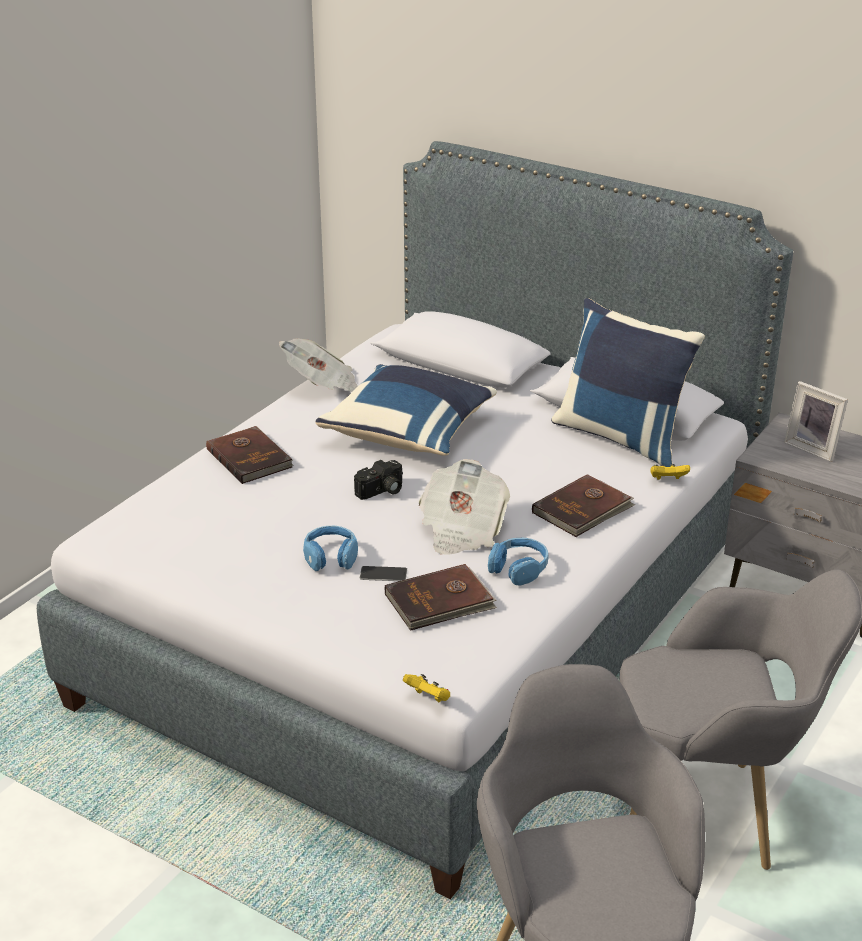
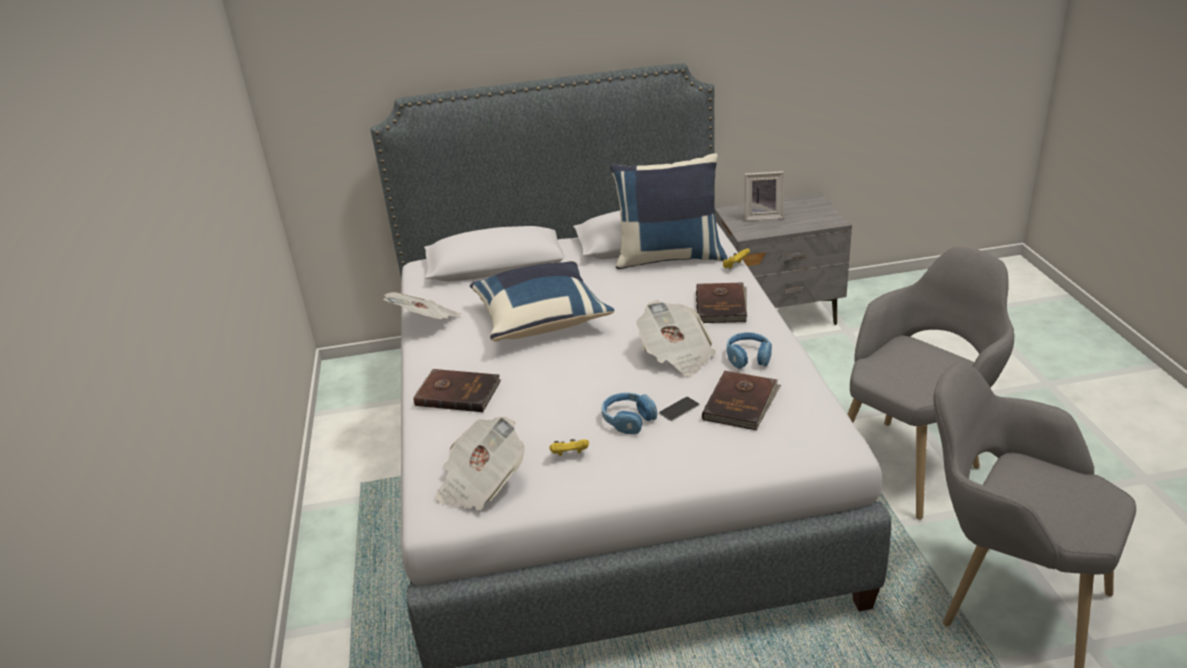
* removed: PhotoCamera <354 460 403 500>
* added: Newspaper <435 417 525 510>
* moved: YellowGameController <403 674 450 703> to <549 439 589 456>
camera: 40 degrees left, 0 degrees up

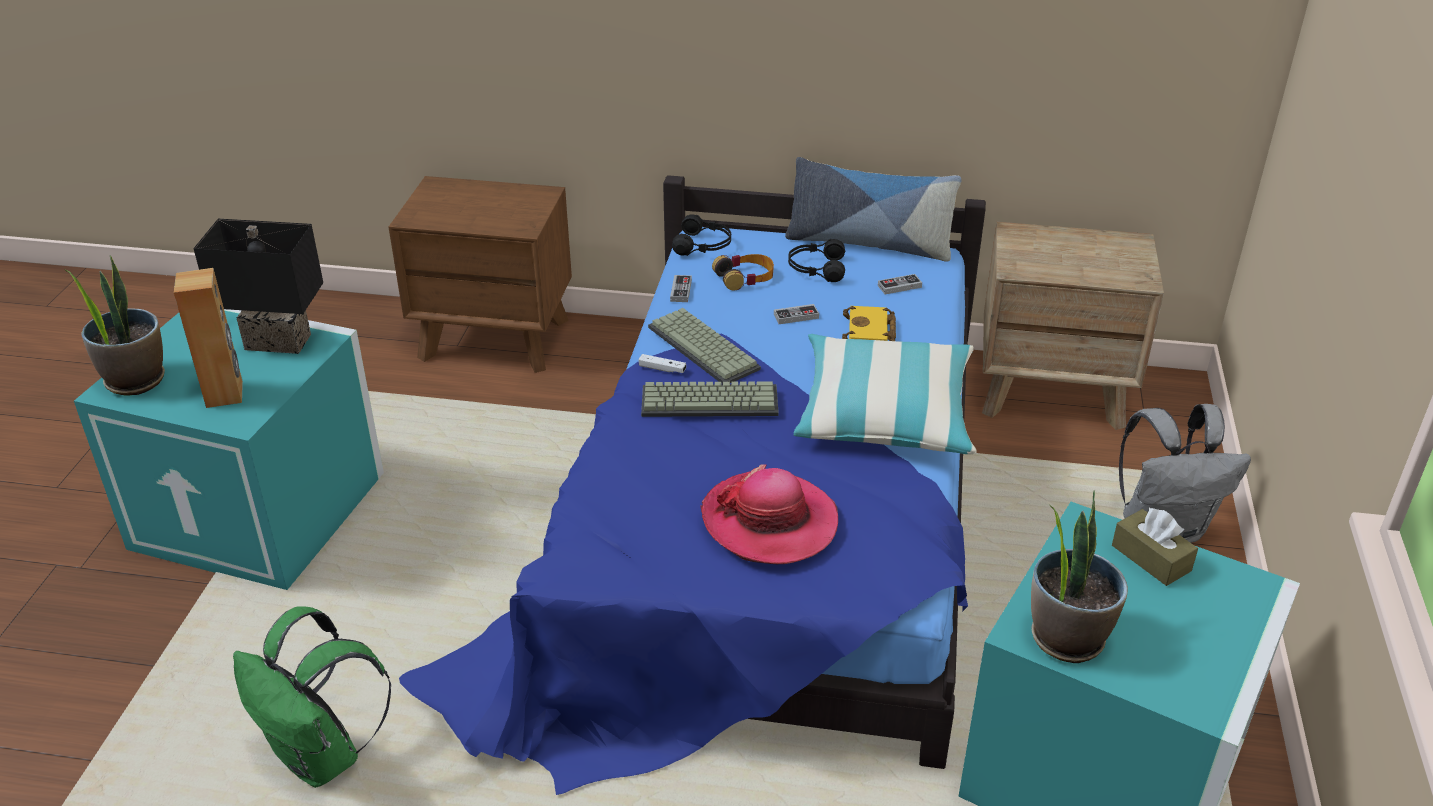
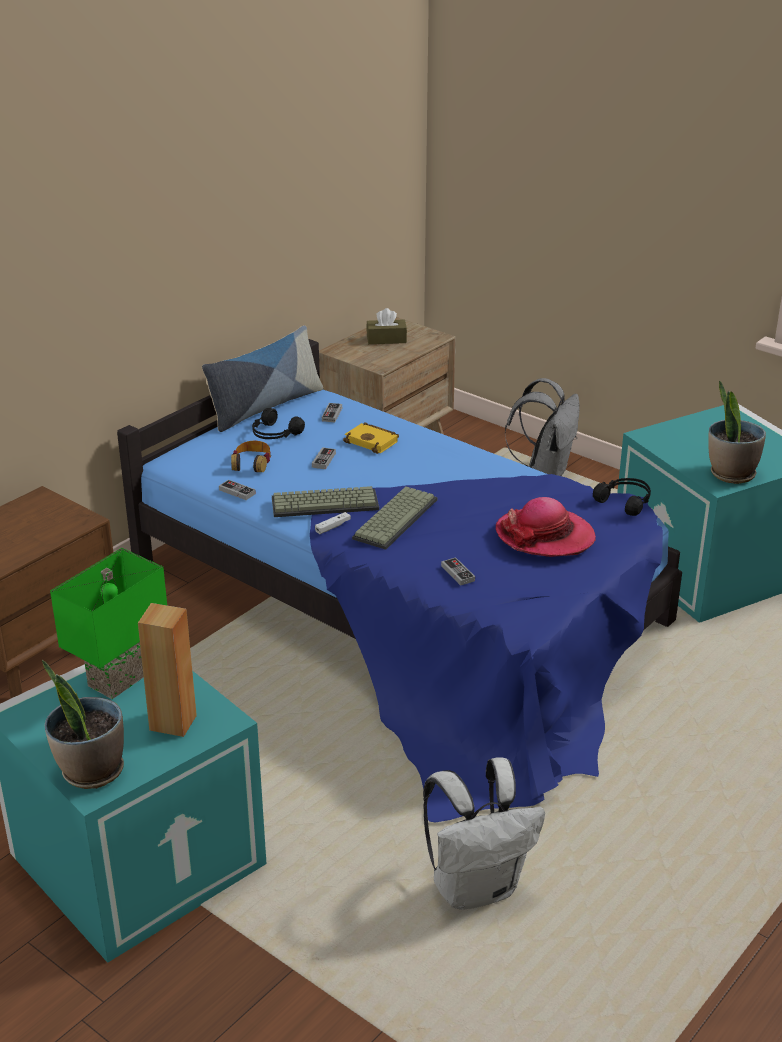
* removed: Pillow <793 334 977 454>
* added: GameController <441 557 475 586>
* moved: BlackHeadphones <672 214 731 256> to <593 478 651 516>
* moved: BrownTissueBox <1112 508 1198 586> to <366 308 407 344>
* recoloured: BlackTableLamp <193 219 323 354> to GreenTableLamp <50 548 167 699>
* recoloured: GreenBackpack <233 606 392 788> to WhiteBackpack <423 757 545 910>
camera: 60 degrees left, 5 degrees down

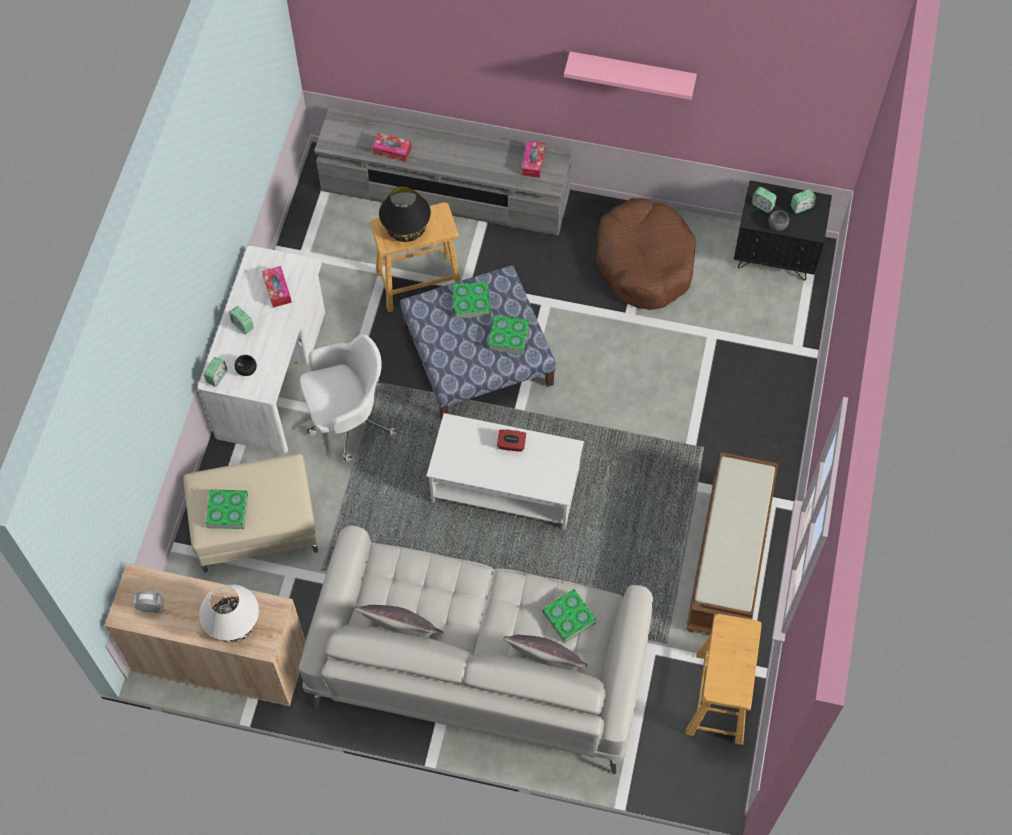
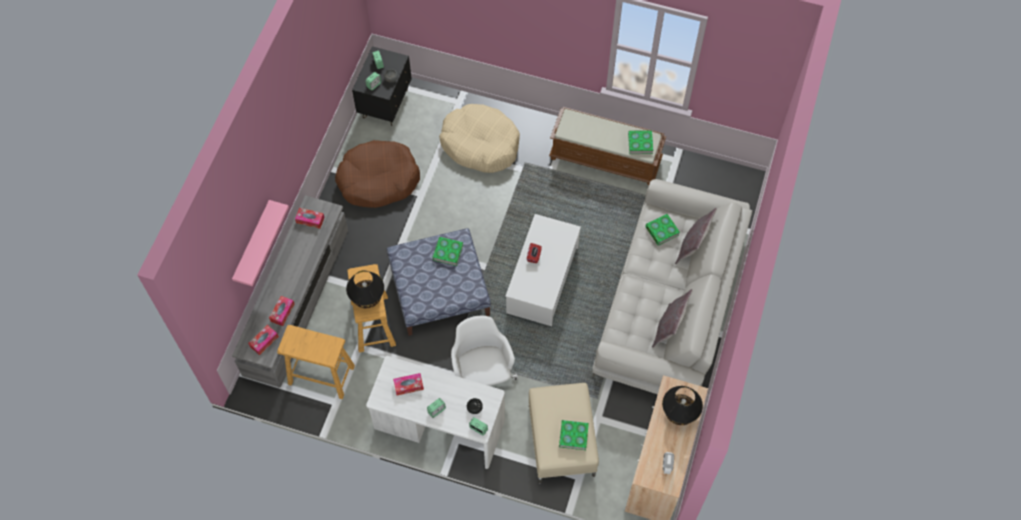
* added: TissueBox <248 325 279 355>
* added: BeigeDogBed <439 104 520 173>
* moved: Book <453 282 491 319> to <628 130 654 154>
* moved: PinkShelf <564 51 697 100> to <232 200 289 286>
* moved: BeigeStool <685 614 762 745> to <277 325 355 399>
* recoloured: WhiteTableLamp <199 584 259 643> to BlackTableLamp <662 386 703 425>
camera: 85 degrees left, 0 degrees up

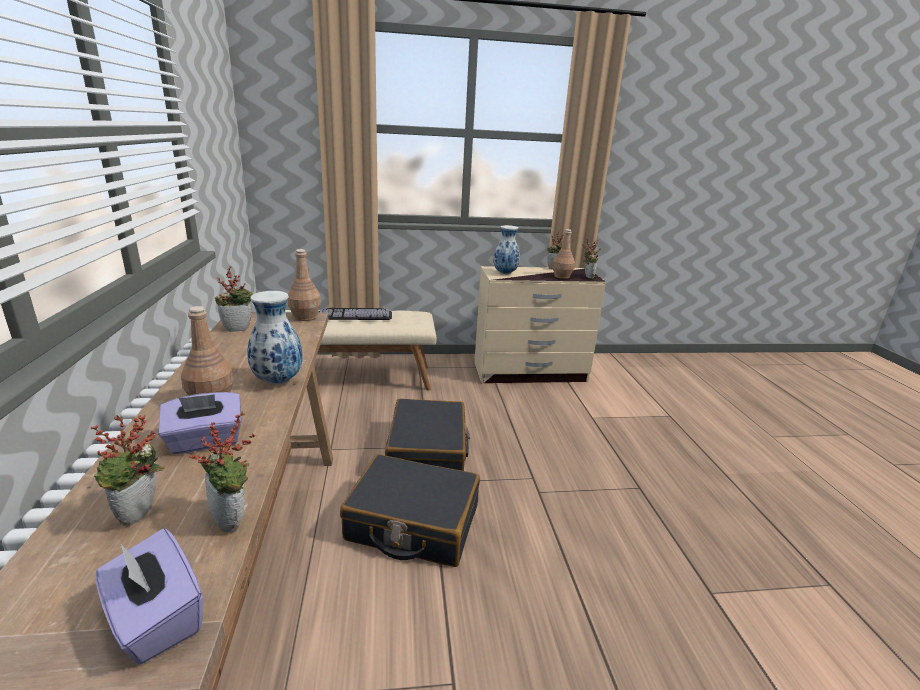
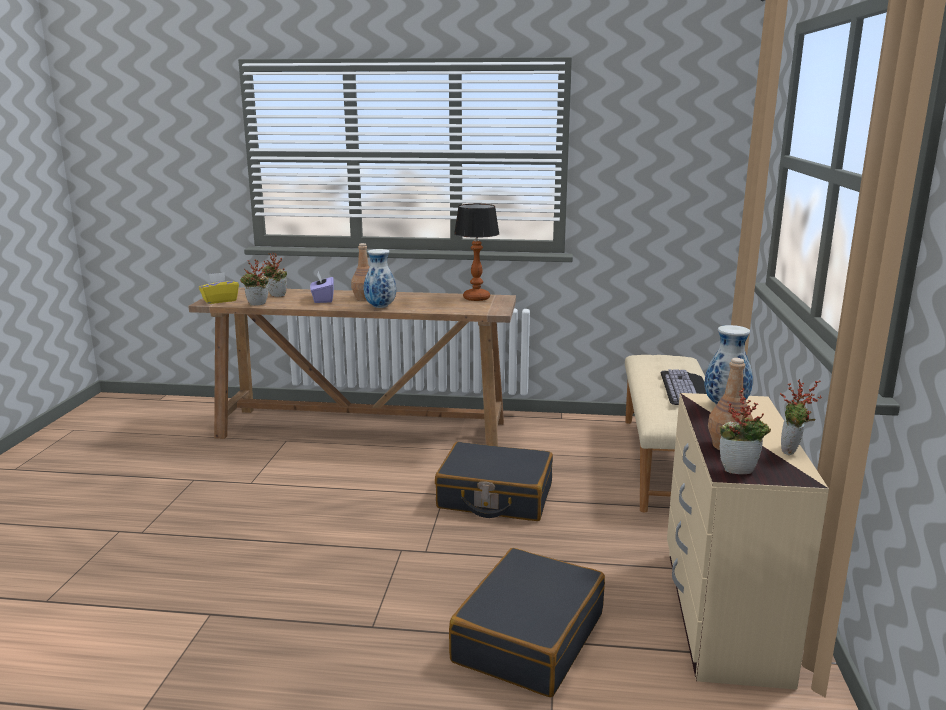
* removed: BrownBottle <287 249 321 321>
* moved: BlackSuitcase <340 454 480 567> to <449 548 605 697>
* replaced: PottedPlant <215 266 253 332> to TableLamp <454 204 499 301>
* recoloured: PurpleTissueBox <96 529 203 664> to YellowTissueBox <199 272 239 304>
camera: 105 degrees right, 5 degrees down

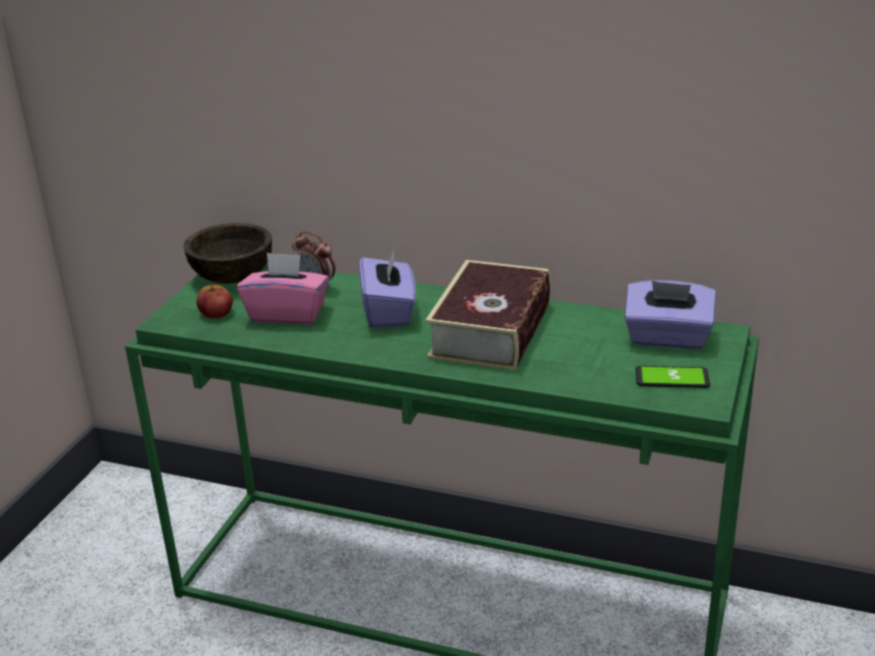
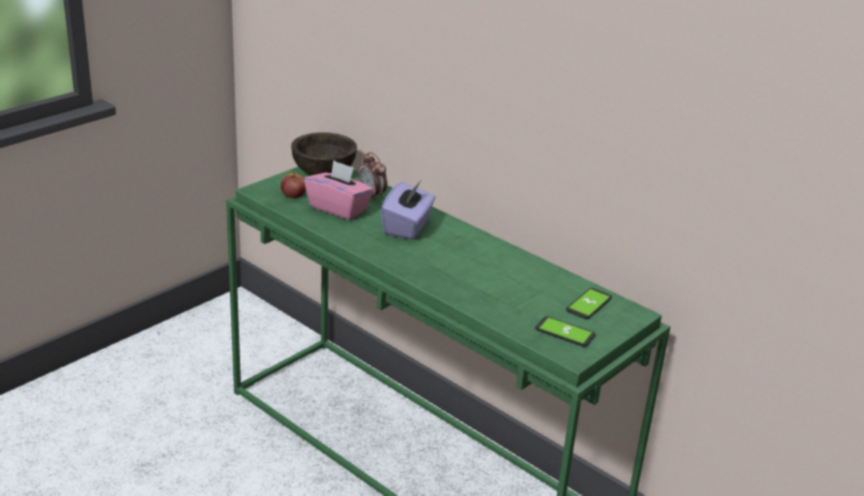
* removed: Book <425 260 551 370>
* replaced: PurpleTissueBox <624 280 716 349> to Phone <566 288 612 319>
camera: 20 degrees right, 0 degrees up

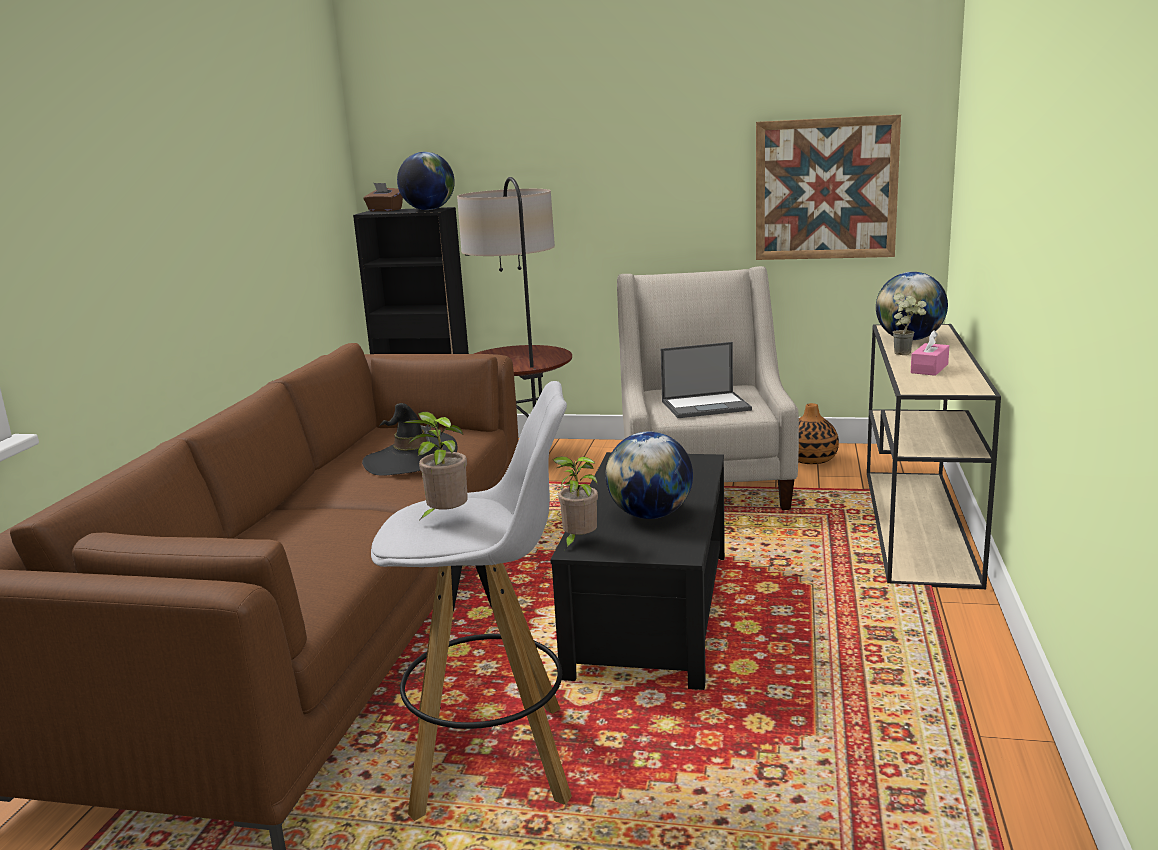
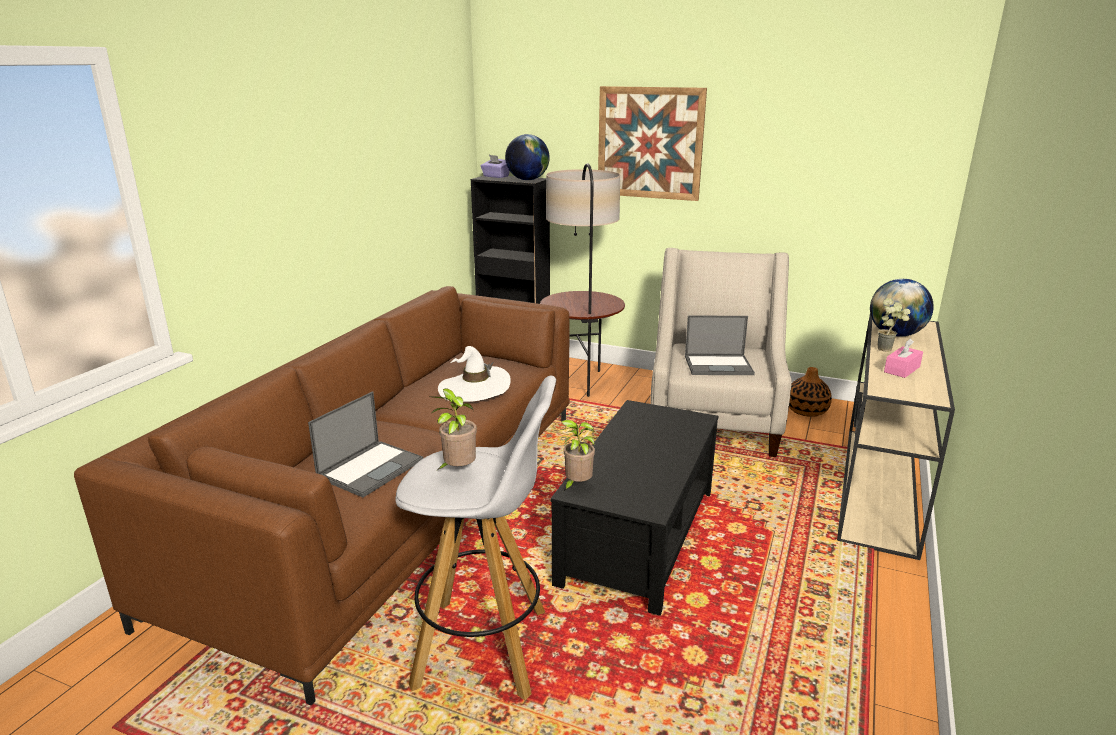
* removed: Globe <605 431 693 519>
* added: Laptop <308 391 423 497>
* moved: Picture <756 115 901 260> to <598 86 707 201>
* recoloured: BlackHat <362 403 457 476> to WhiteHat <438 346 511 402>
* recoloured: BrownTissueBox <363 183 403 211> to PurpleTissueBox <481 155 510 178>
camera: 10 degrees right, 5 degrees up

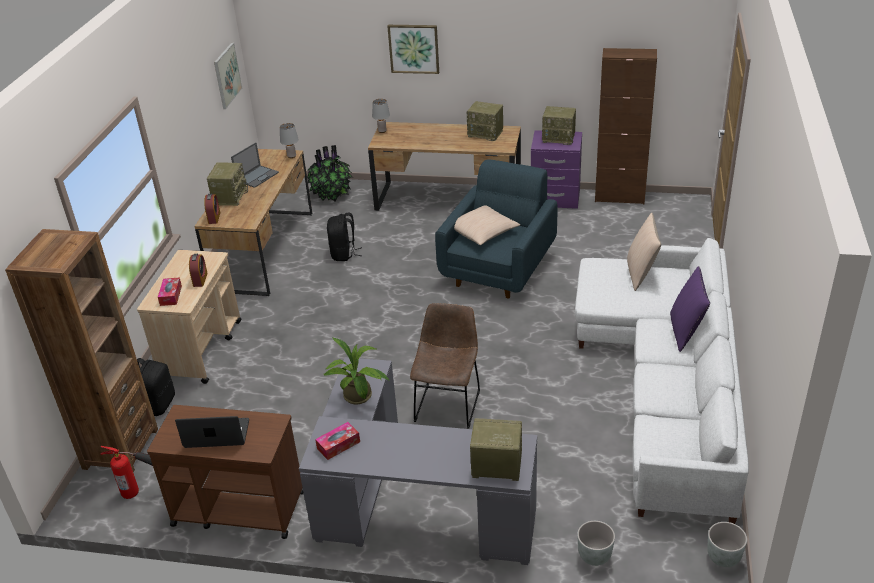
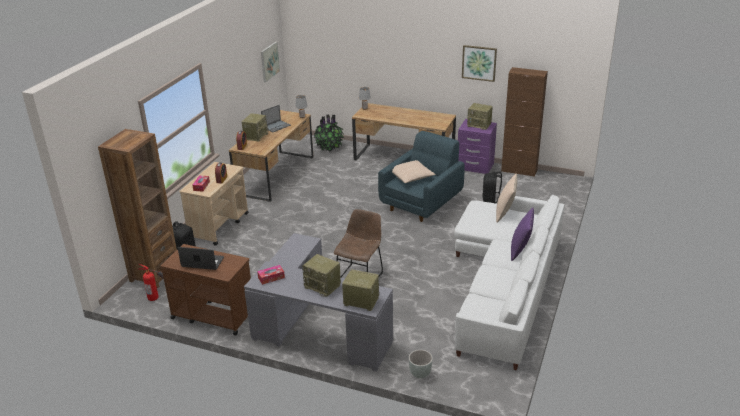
* removed: PottedPlant <324 338 389 405>
* removed: GreyPlanter <707 522 747 567>
* moved: BlackBackpack <327 213 362 261> to <483 171 502 203>
* moved: Picture <387 25 439 74> to <462 45 497 82>
* moved: Radio <467 101 503 141> to <302 254 341 297>
camera: 10 degrees right, 5 degrees down

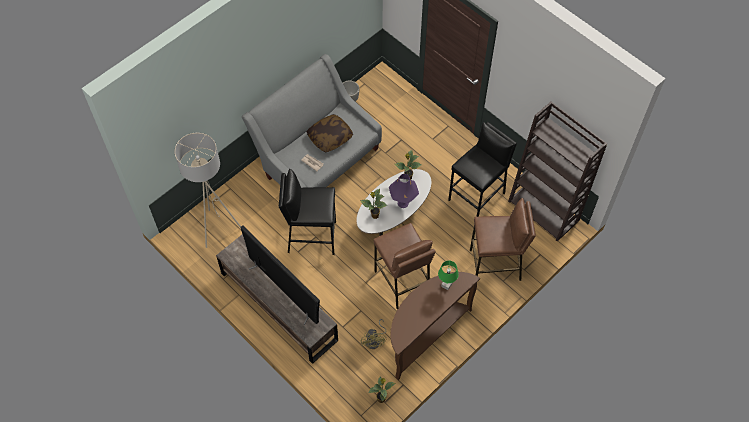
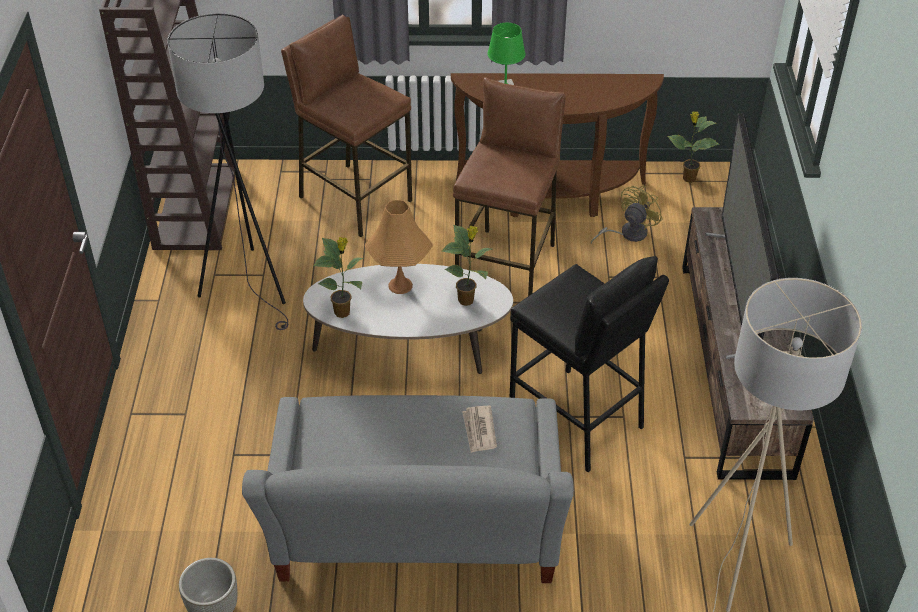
* removed: Pillow <306 114 353 152>
* replaced: BlackStool <448 122 517 217> to GreyFloorLamp <167 13 288 330>
* recoloured: PurpleTableLamp <389 174 419 208> to OrangeTableLamp <364 200 433 294>
camera: 135 degrees left, 15 degrees down

